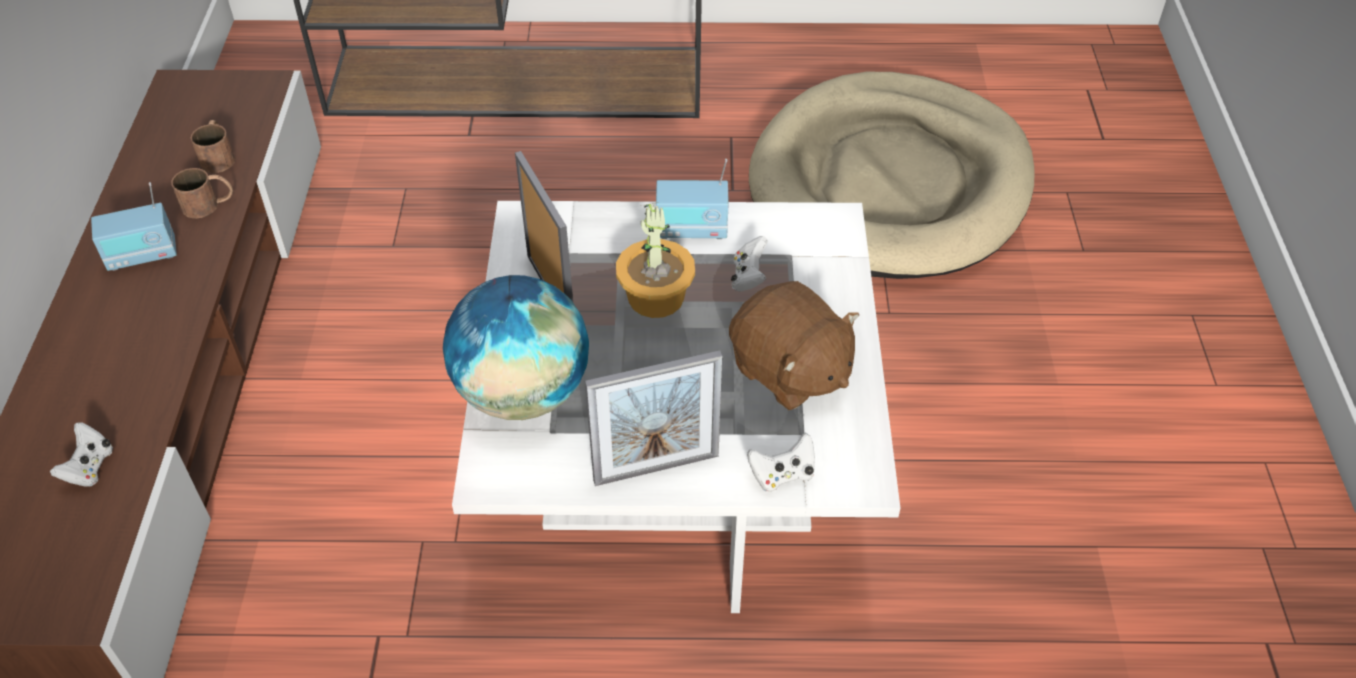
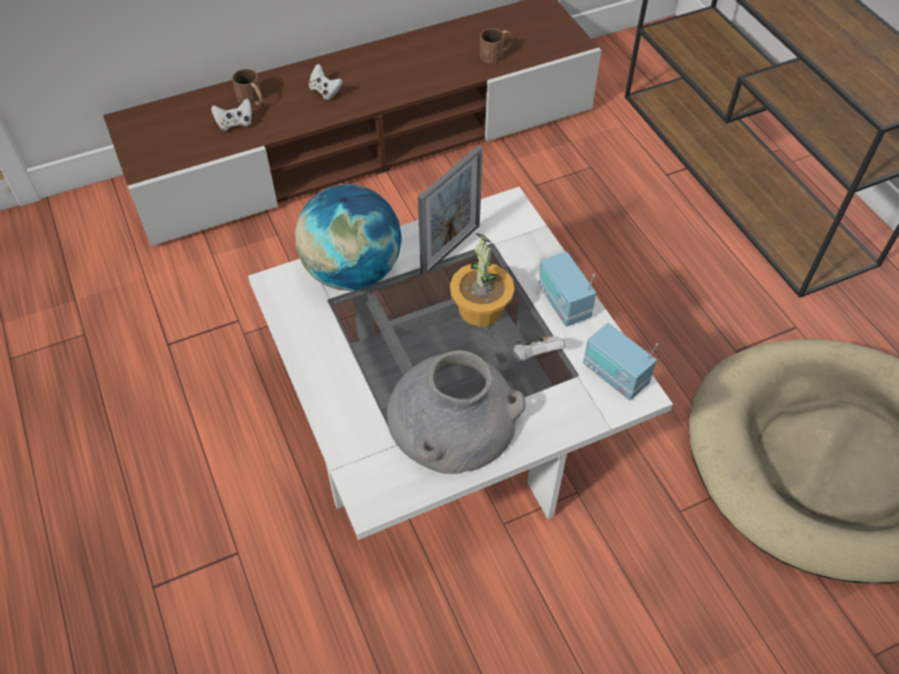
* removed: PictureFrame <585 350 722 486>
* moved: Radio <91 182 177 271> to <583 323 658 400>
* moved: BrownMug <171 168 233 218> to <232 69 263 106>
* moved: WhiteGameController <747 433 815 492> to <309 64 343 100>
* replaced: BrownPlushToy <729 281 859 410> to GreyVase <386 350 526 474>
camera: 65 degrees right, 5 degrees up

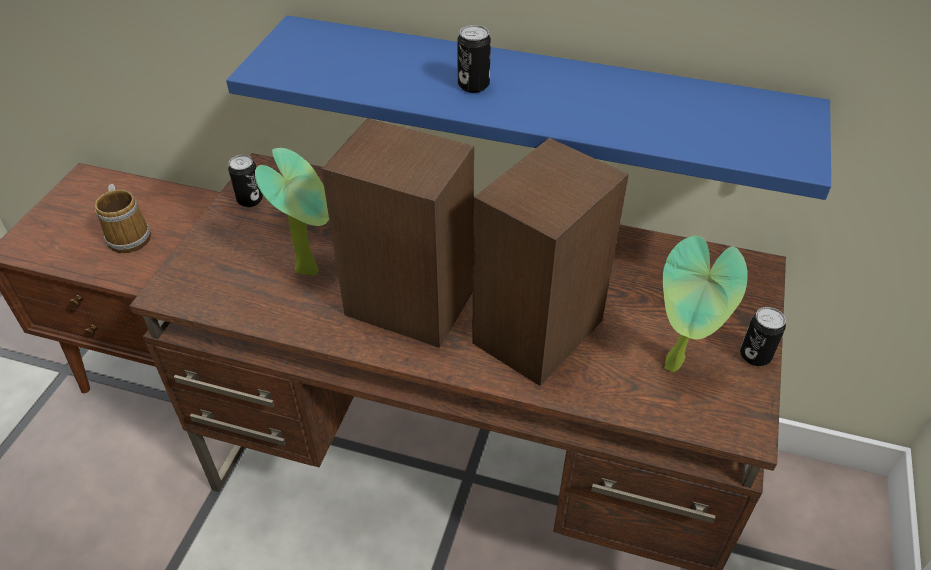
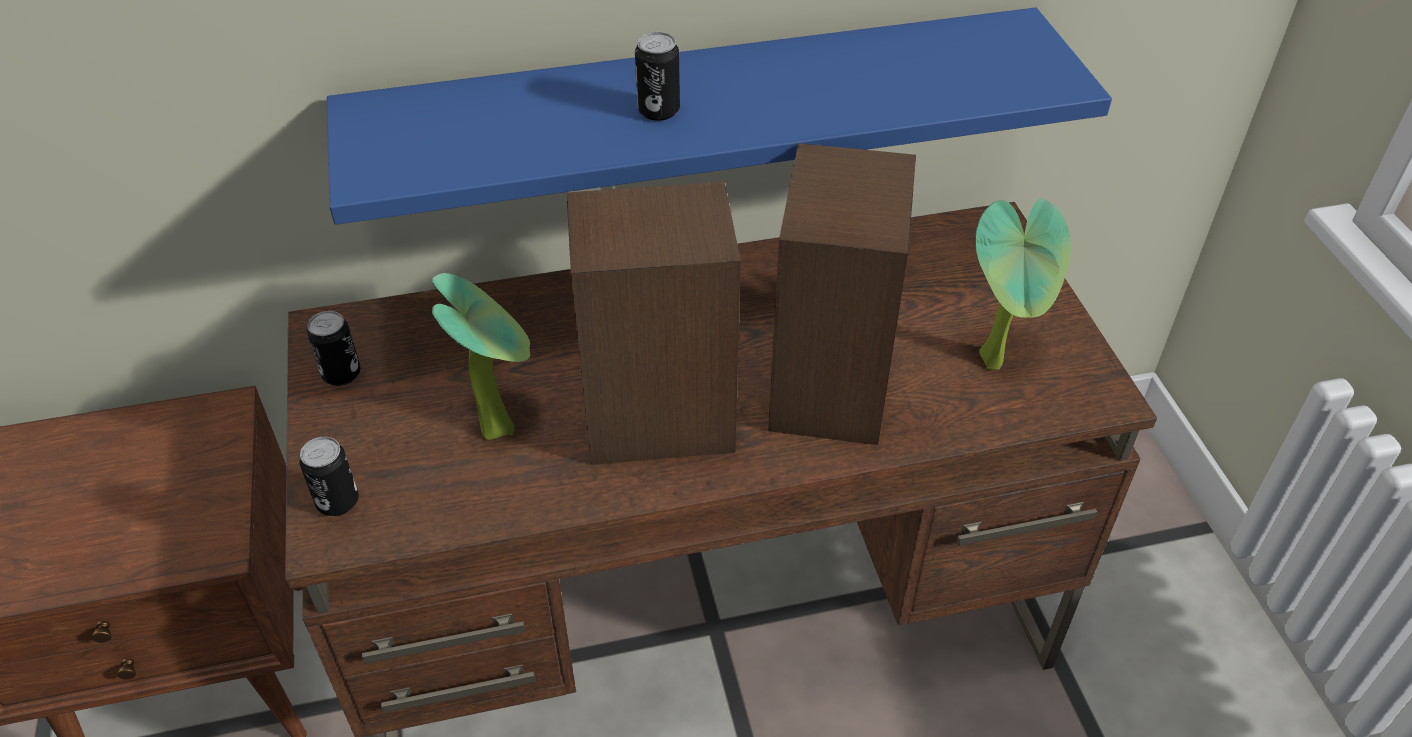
* removed: Mug <95 184 151 253>
* moved: Can <740 307 786 366> to <299 437 359 516>
camera: 30 degrees left, 0 degrees up

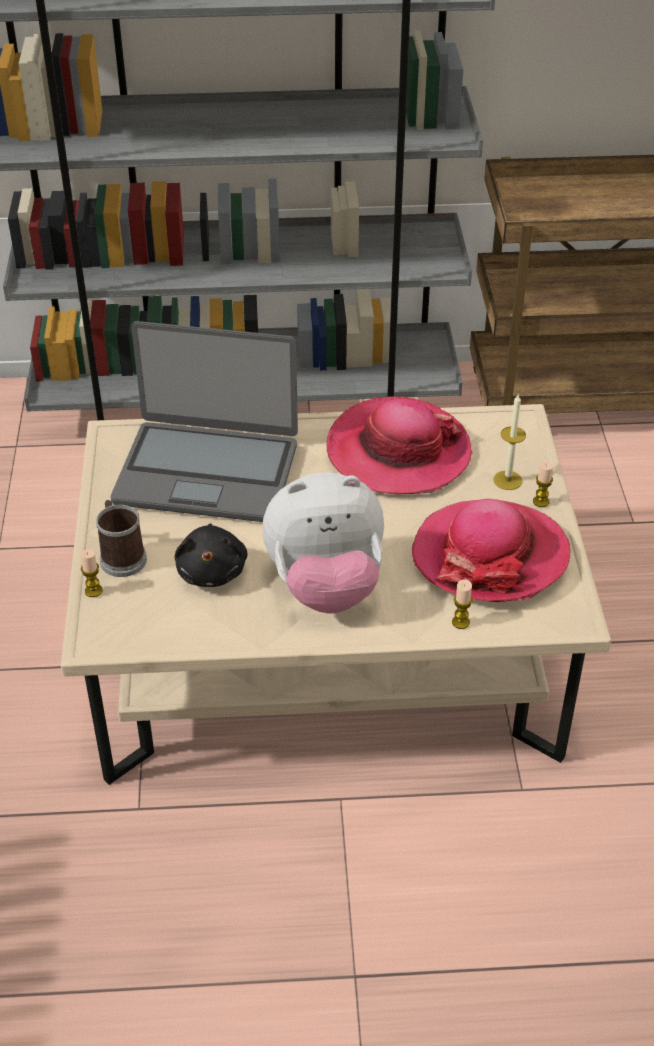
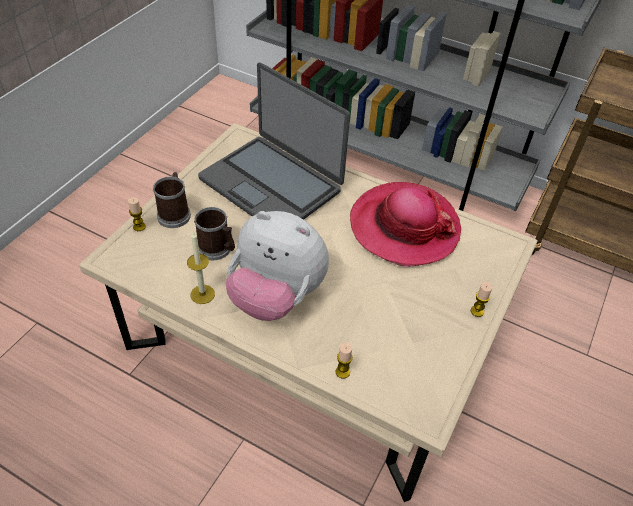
* removed: Hat <412 499 571 602>
* moved: Candle <493 394 526 490> to <187 231 215 304>
* replaced: BlackPlushToy <174 524 247 587> to Mug <194 207 235 260>
camera: 30 degrees right, 5 degrees up

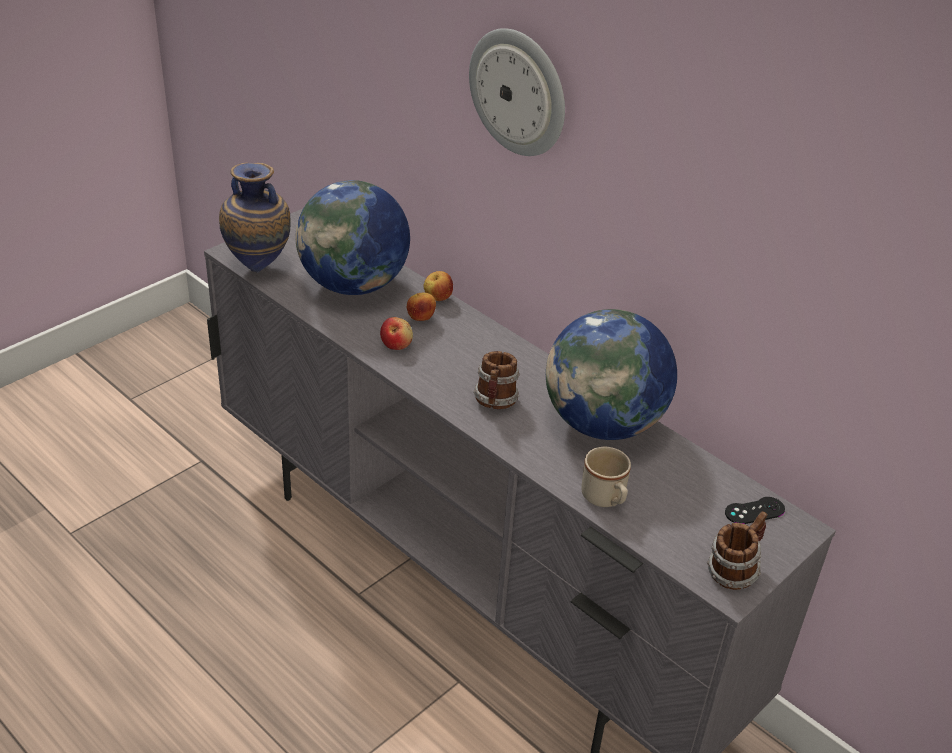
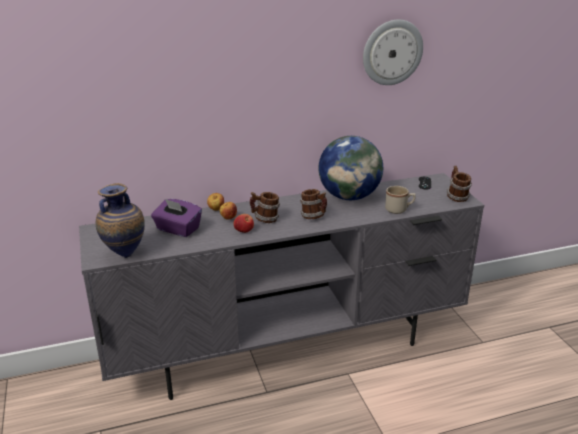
* added: Mug <250 192 280 223>
* moved: WallClock <469 28 565 156> to <363 19 423 85>
* replaced: Globe <295 180 410 295> to PurpleTissueBox <151 198 202 237>
camera: 60 degrees left, 10 degrees down

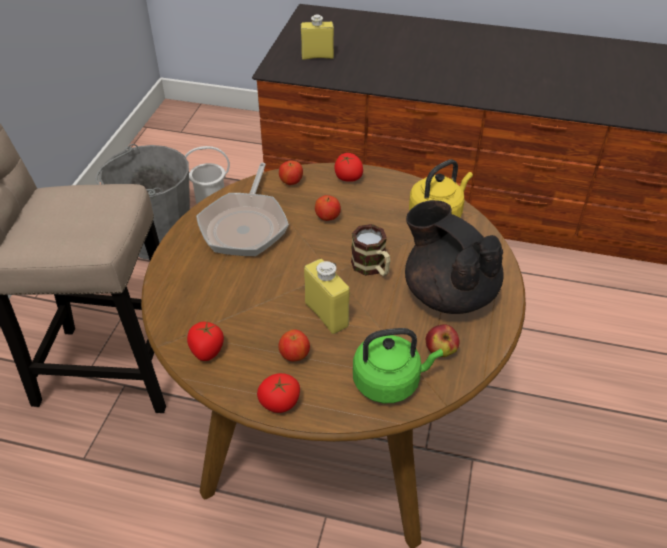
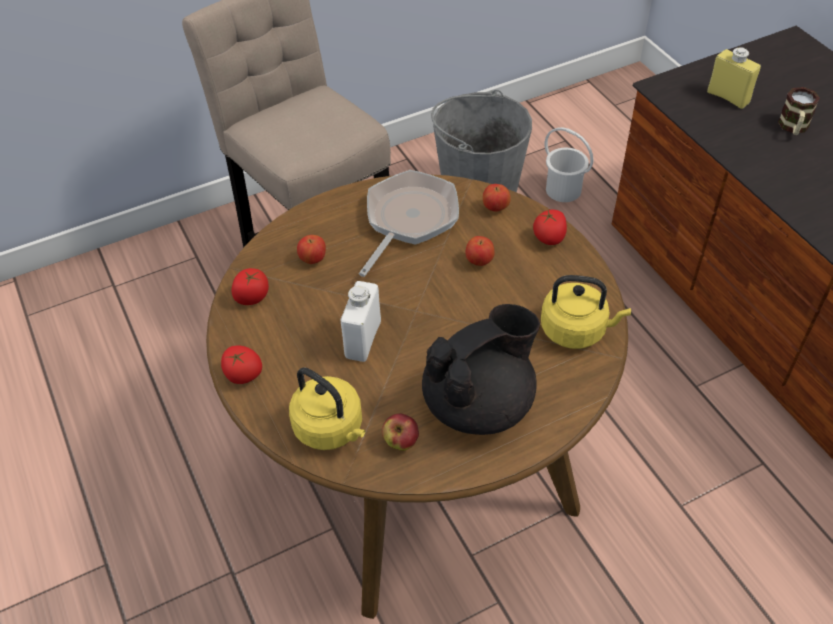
* moved: Apple <278 329 310 361> to <297 235 326 264>
* moved: Mug <351 224 390 276> to <778 87 820 135>
* recoloured: YellowBottle <304 259 350 334> to WhiteBottle <341 281 381 362>
* recoloured: GreenKettle <353 328 443 403> to YellowKettle <289 367 366 450>
* turned: FryingPan <196 163 289 256> = <359 170 459 277> 150 degrees clockwise
* turned: BlackTeapot <405 200 504 314> = <422 304 540 435> 45 degrees clockwise
camera: 50 degrees right, 5 degrees up

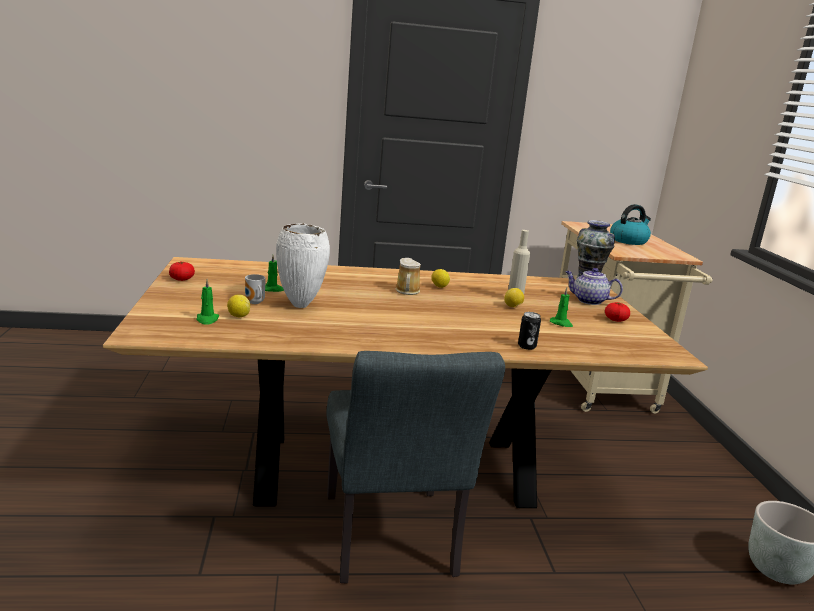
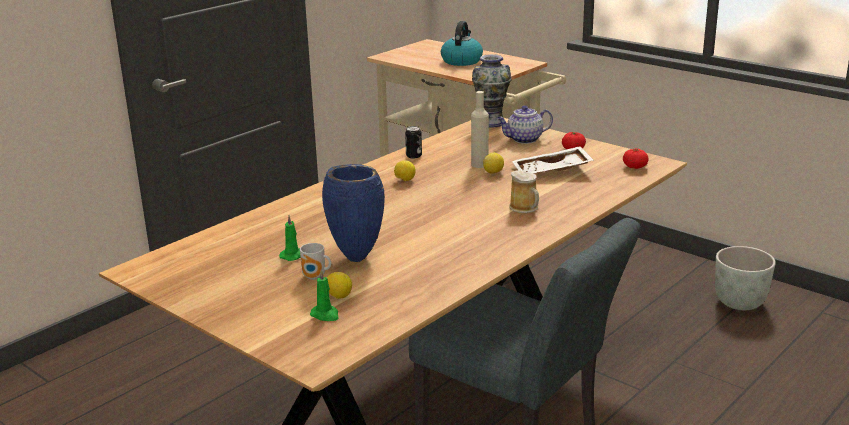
* moved: Tomato <169 262 195 281> to <623 149 649 169>
* moved: Mug <395 258 421 295> to <509 170 539 213>
* moved: Can <518 312 541 350> to <405 126 422 158>
* replaced: GreenCandle <550 288 573 327> to WhiteTray <512 146 594 173>
* recoloured: WhiteVase <276 223 330 308> to BlueVase <322 164 385 262>
camera: 40 degrees left, 5 degrees up

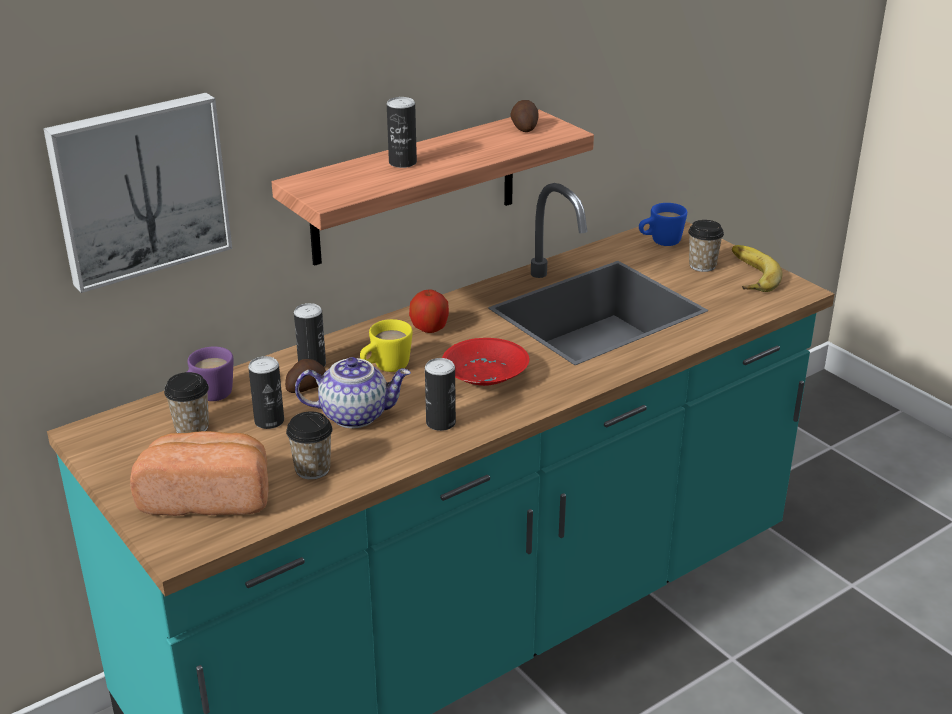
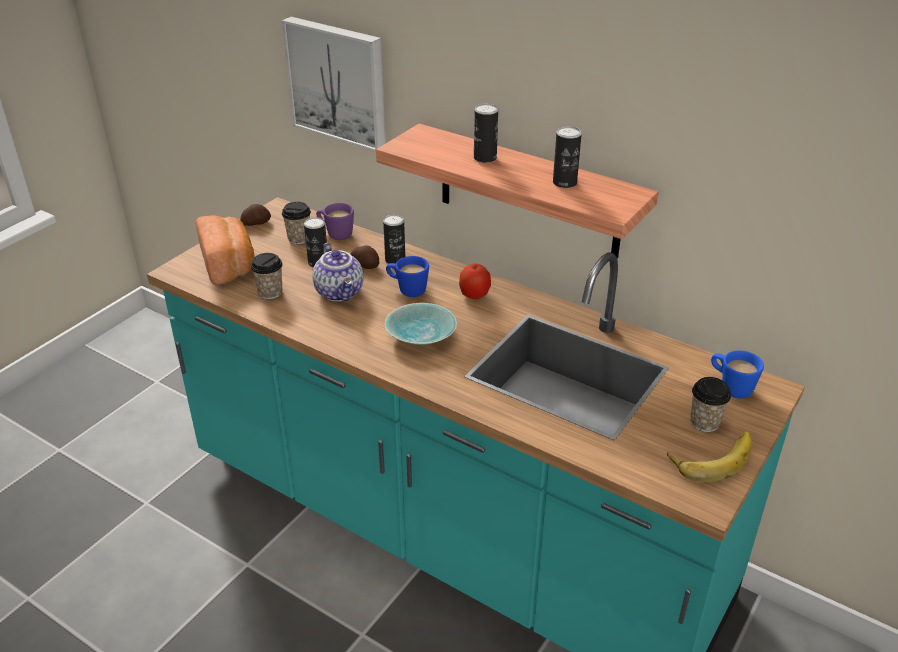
* moved: Can <425 358 456 431> to <553 126 582 188>
* moved: Potato <510 100 539 132> to <240 204 271 226>
* recoloured: YellowMug <360 319 413 372> to BlueMug <386 256 429 297>
* recoloured: RedBowl <442 338 530 386> to TurquoiseBowl <385 303 457 345>
camera: 70 degrees right, 5 degrees up

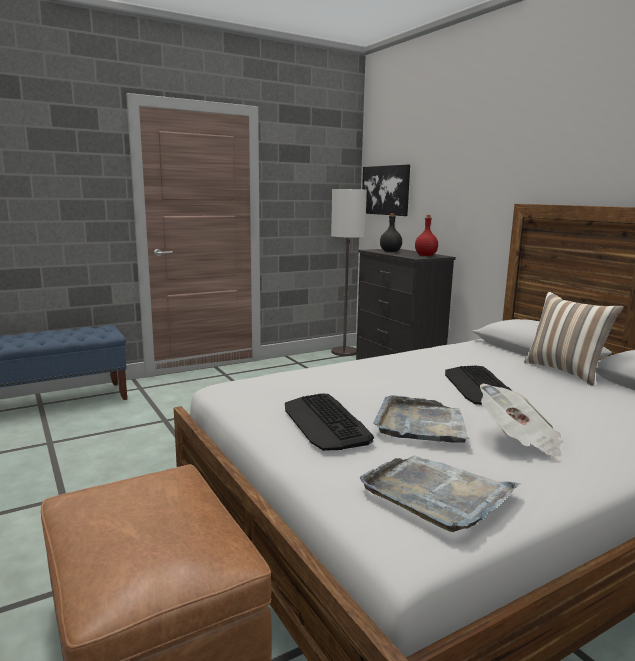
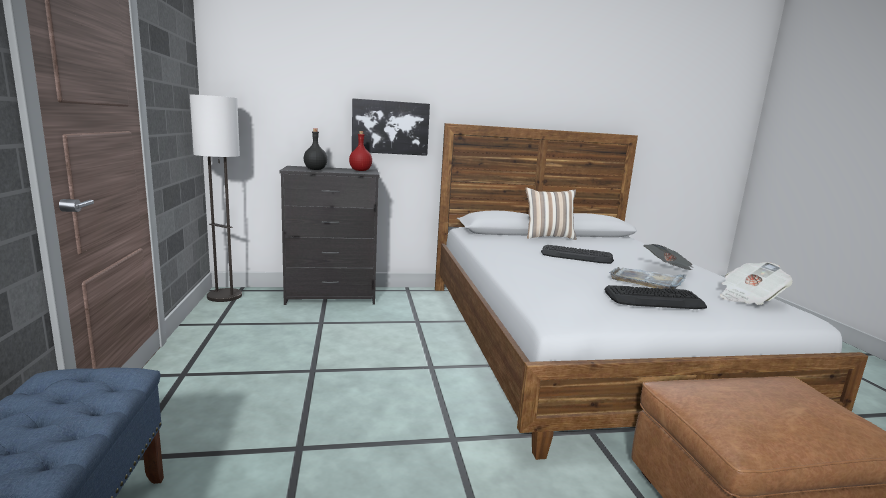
* moved: Picture <362 165 410 216> to <352 99 430 156>
* replaced: GreyTray <360 455 521 532> to Newspaper <720 262 793 305>
camera: 70 degrees left, 0 degrees up

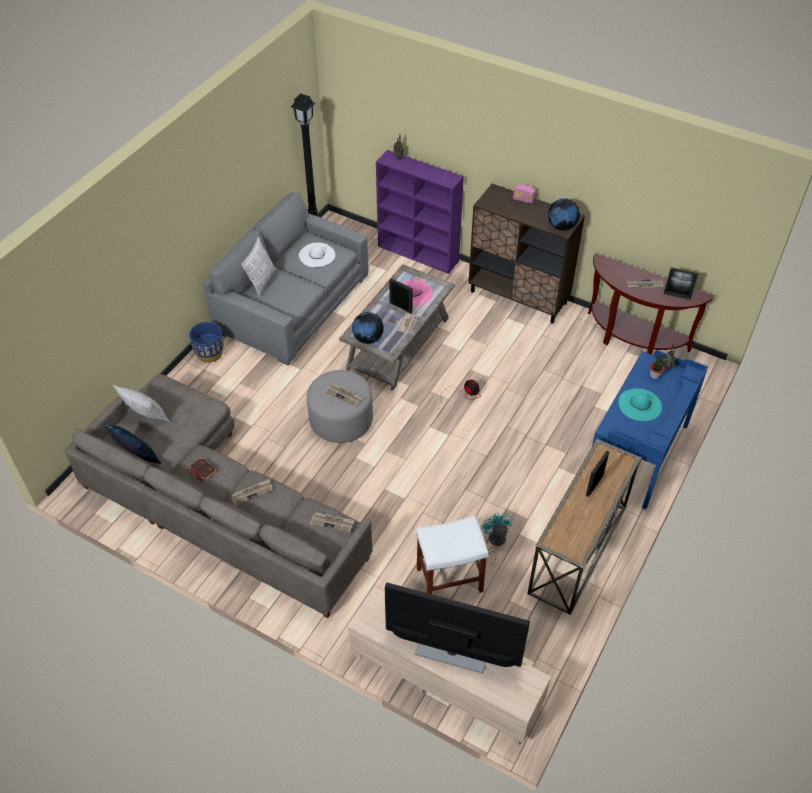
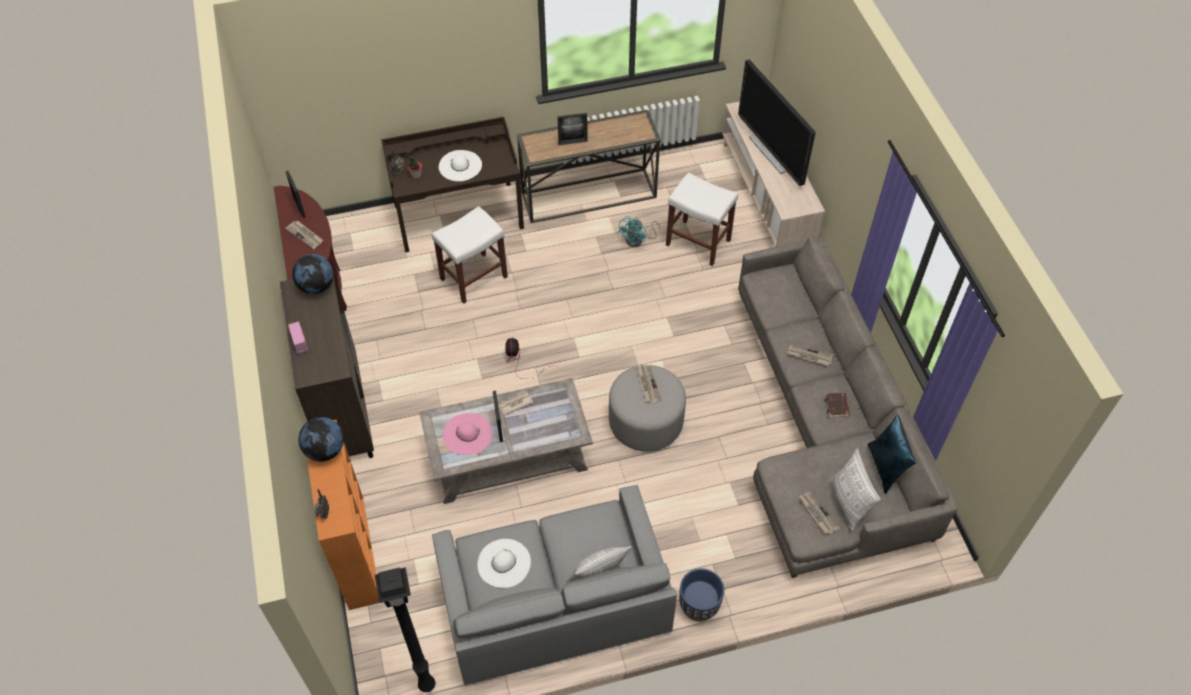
* added: WhiteStool <432 206 508 304>
* moved: Newspaper <310 512 355 533> to <799 492 840 534>
* moved: Globe <352 312 384 344> to <298 417 344 461>
* recoloured: PurpleBookcase <376 150 464 274> to OrangeBookcase <307 420 379 610>
* recoloured: BlueDesk <592 350 708 510> to BrownDesk <381 117 524 253>
* recoloured: TurquoiseHat <618 388 662 421> to WhiteHat <439 150 482 181>
camera: 135 degrees left, 5 degrees up

